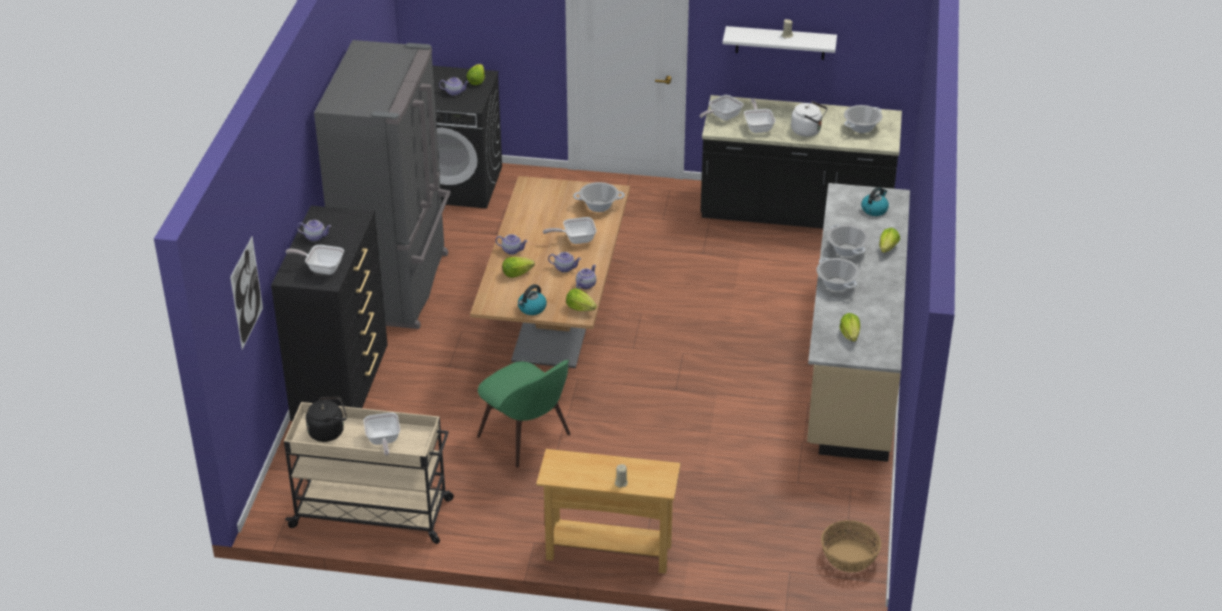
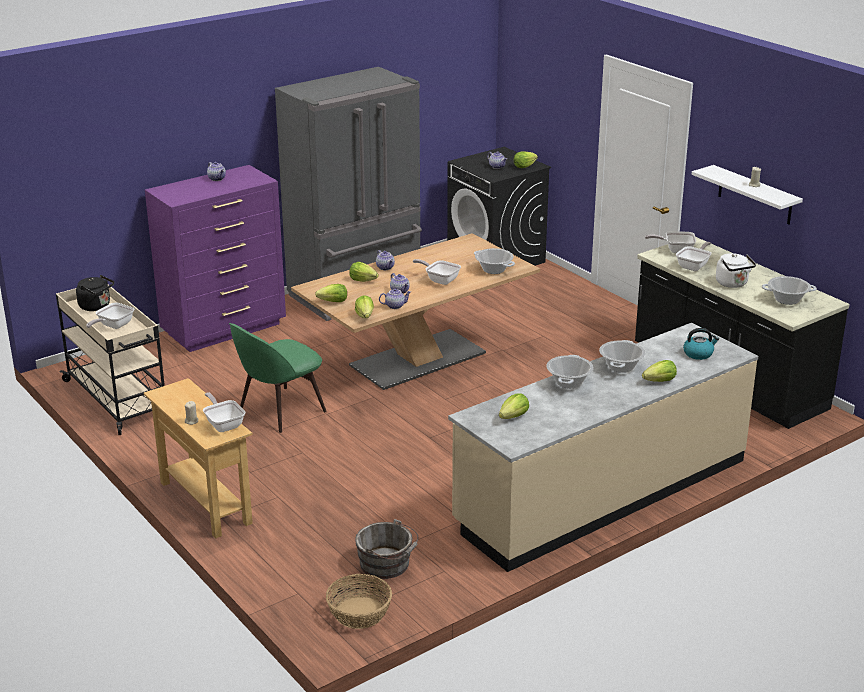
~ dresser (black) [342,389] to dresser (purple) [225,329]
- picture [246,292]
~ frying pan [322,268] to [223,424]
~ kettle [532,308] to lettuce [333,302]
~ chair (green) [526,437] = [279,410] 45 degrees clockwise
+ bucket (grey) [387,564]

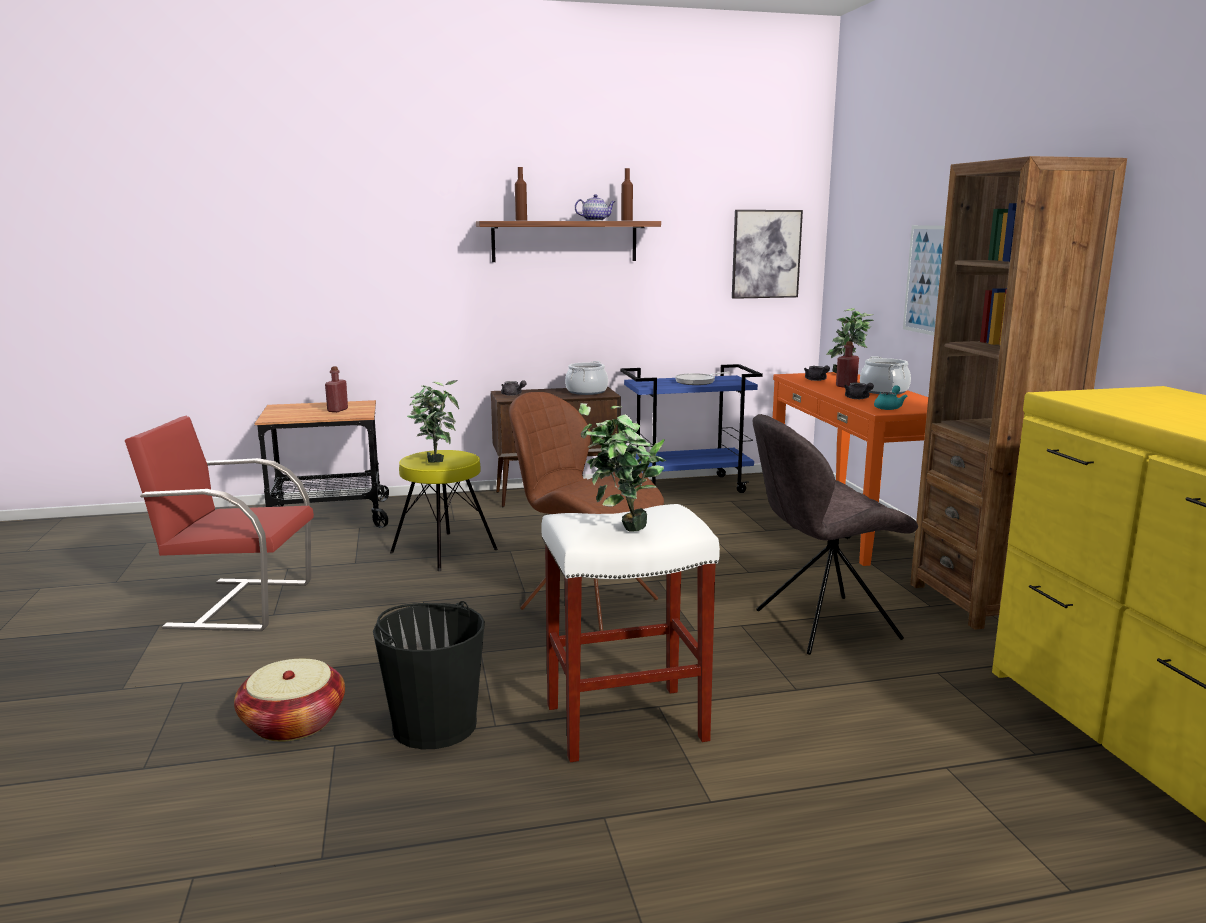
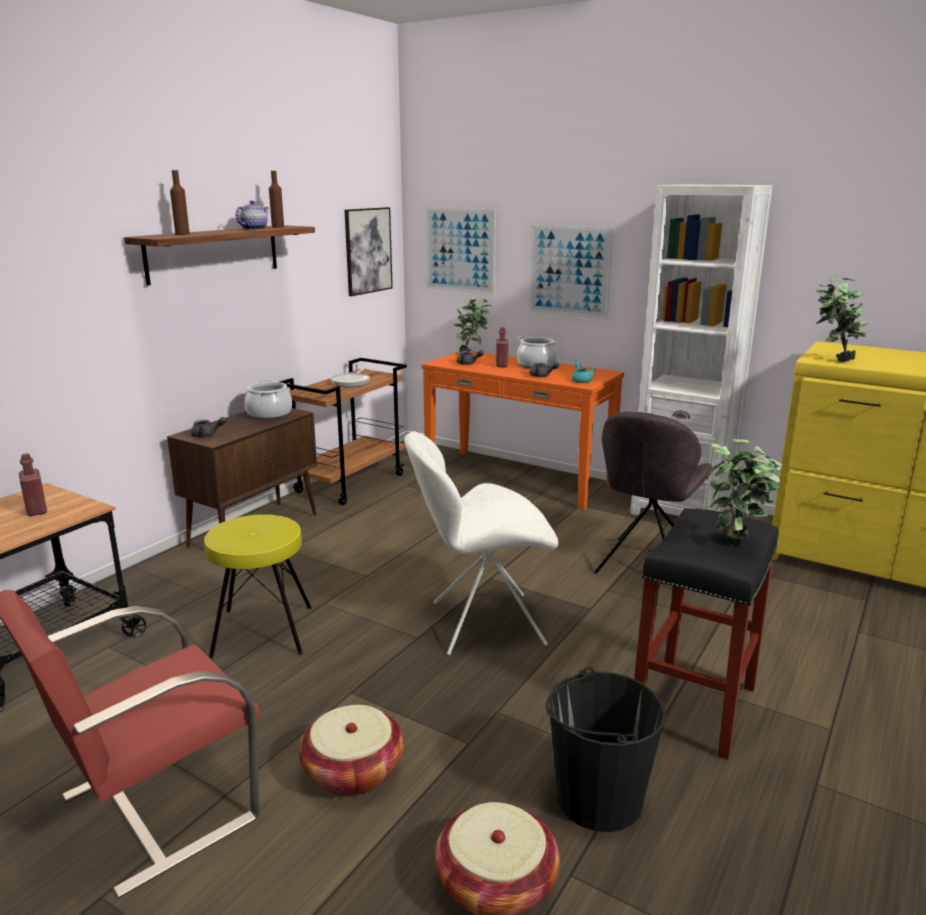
~ bookcase (brown) [982,601] to bookcase (white) [681,510]
~ cart (blue) [688,487] to cart (brown) [350,483]
~ potted plant [435,461] to [833,360]
~ chair (brown) [585,603] to chair (white) [482,623]
~ stool (white) [627,721] to stool (black) [693,705]
+ picture [460,250]
+ basket [353,771]

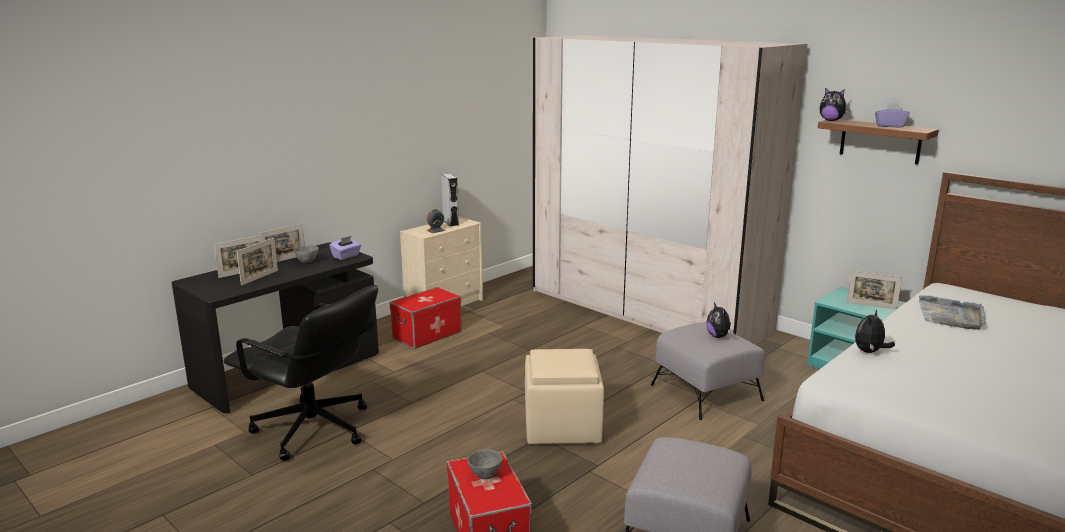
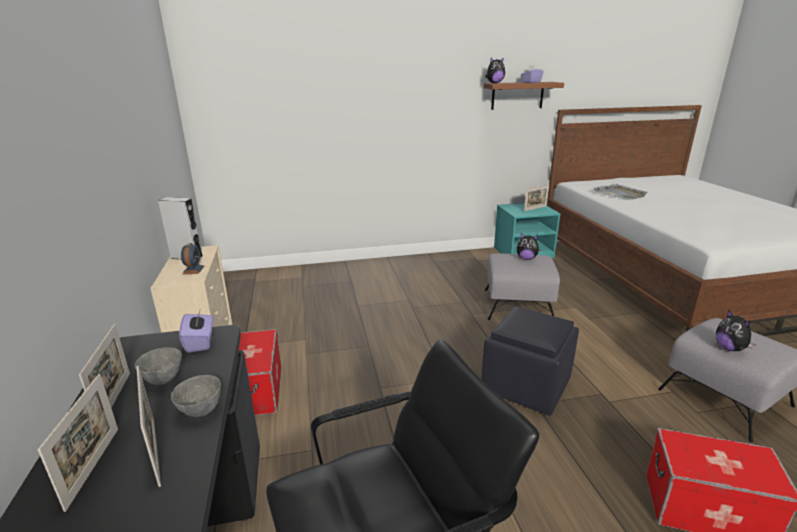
- wardrobe (beige) [647,310]
~ plush toy [869,352] to [730,348]
~ ottoman (beige) [563,426] to ottoman (black) [525,385]
~ bowl (grey) [485,476] to [202,411]

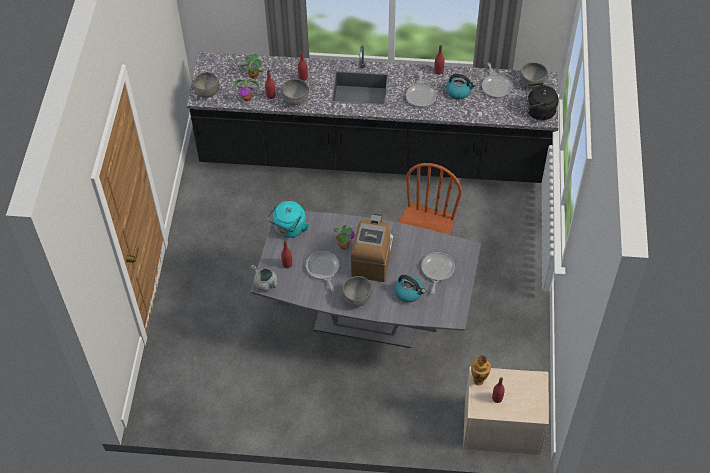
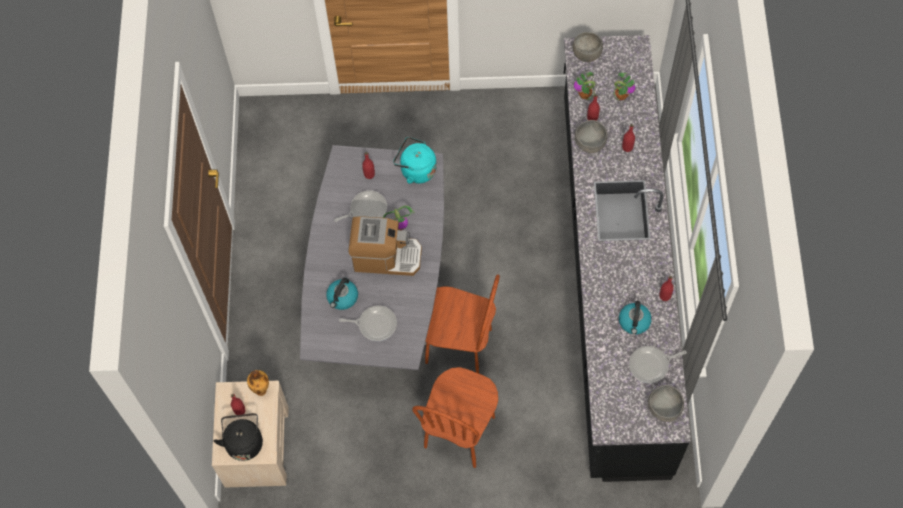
- frying pan [421,96]
~ kettle (black) [538,112] to [244,441]
- cooking pot (grey) [266,284]
- bowl (grey) [357,298]
+ chair (brown) [460,432]

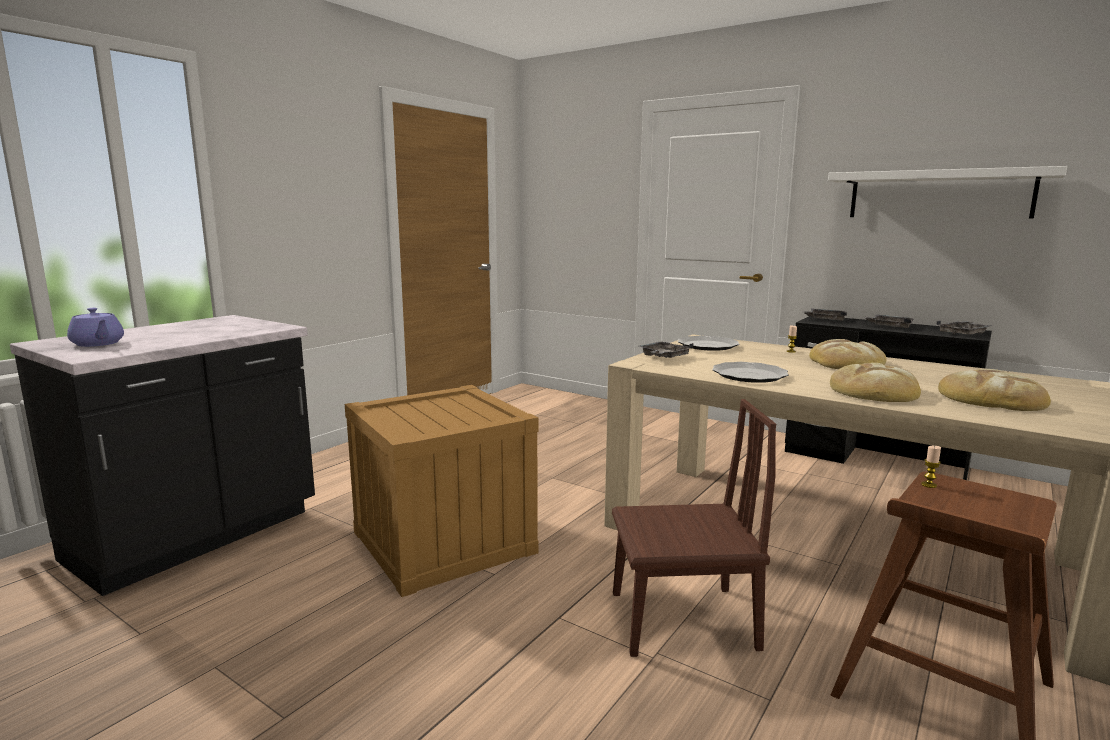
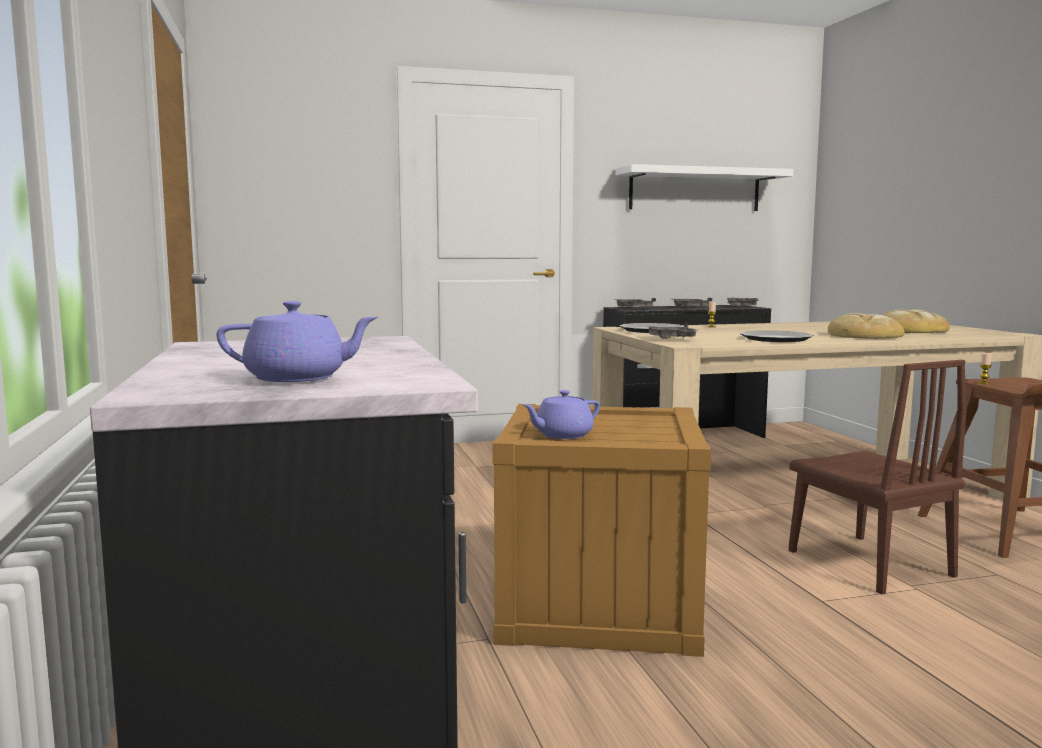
- bread [846,362]
~ chair (brown) [682,620] = [868,563] 120 degrees clockwise
+ teapot (purple) [562,435]

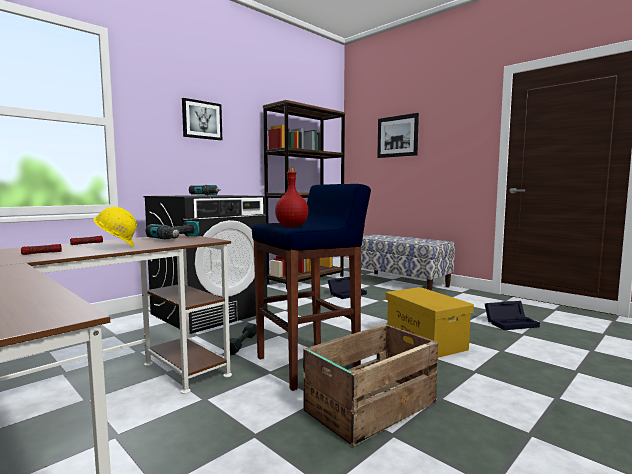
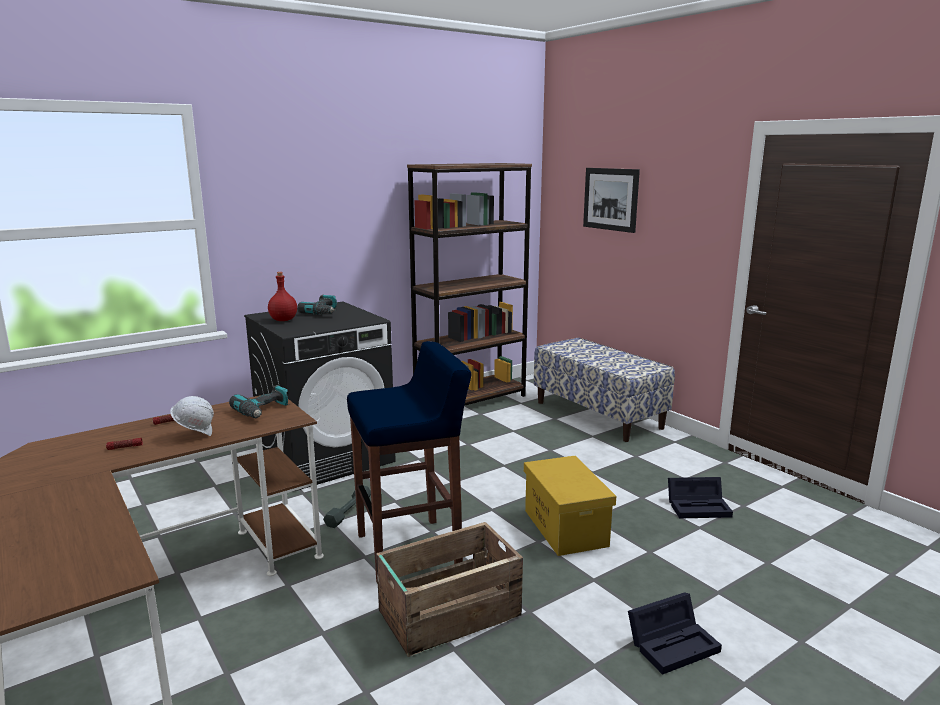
- picture [202,120]
~ bottle (red) [291,226] to [283,320]
~ hard hat (yellow) [117,247] to hard hat (white) [195,435]
~ storage box (black) [347,293] to [674,643]

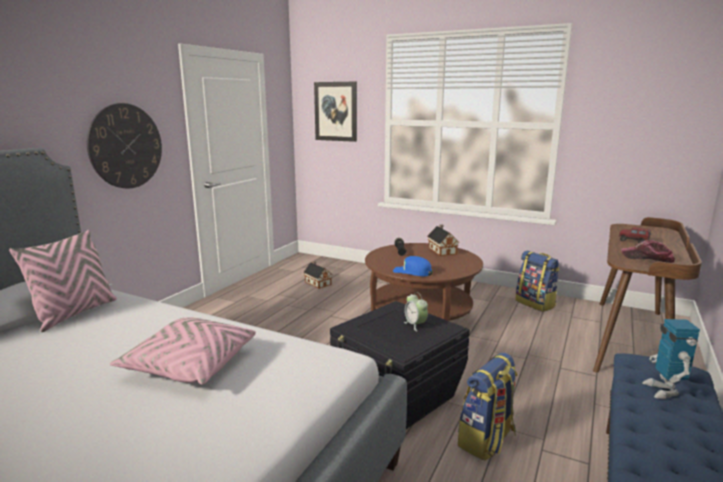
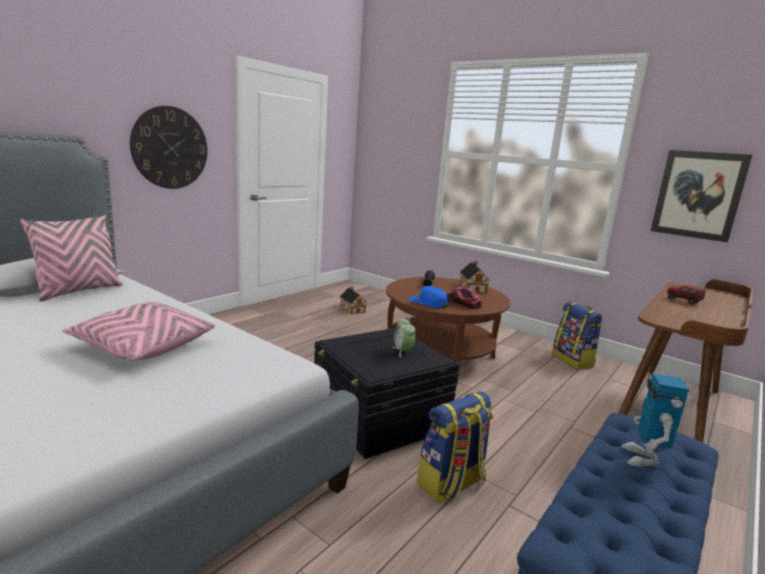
~ picture [336,111] to [698,195]
~ cap [647,258] to [461,303]

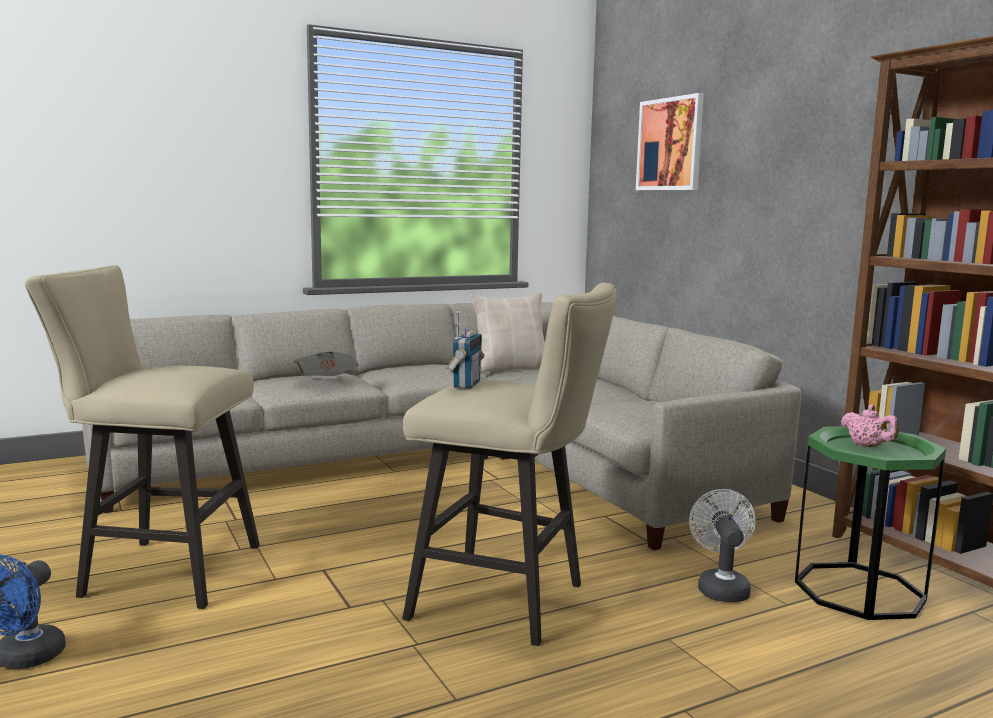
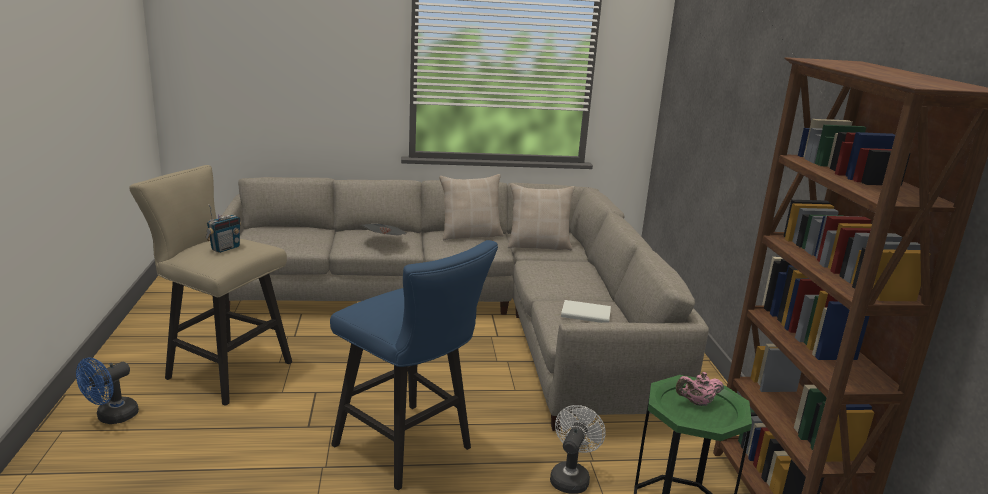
- picture [670,144]
~ stool (beige) [509,602] to stool (blue) [410,450]
~ radio [466,384] to [225,248]
~ teapot (pink) [867,446] = [697,403] 90 degrees clockwise
+ pillow (beige) [470,235]
+ book (white) [585,313]

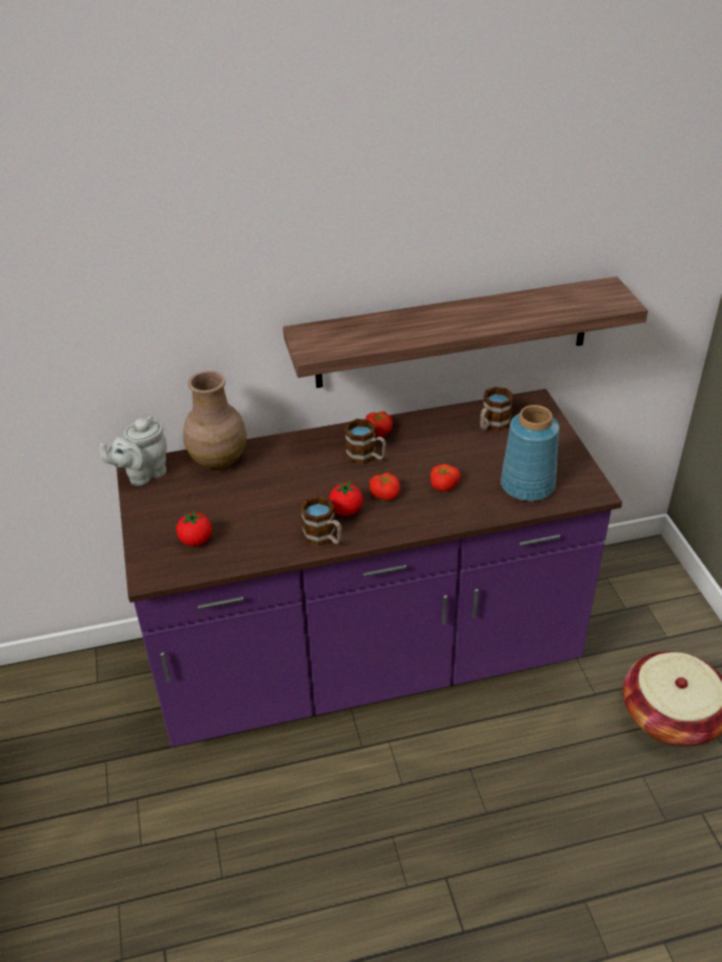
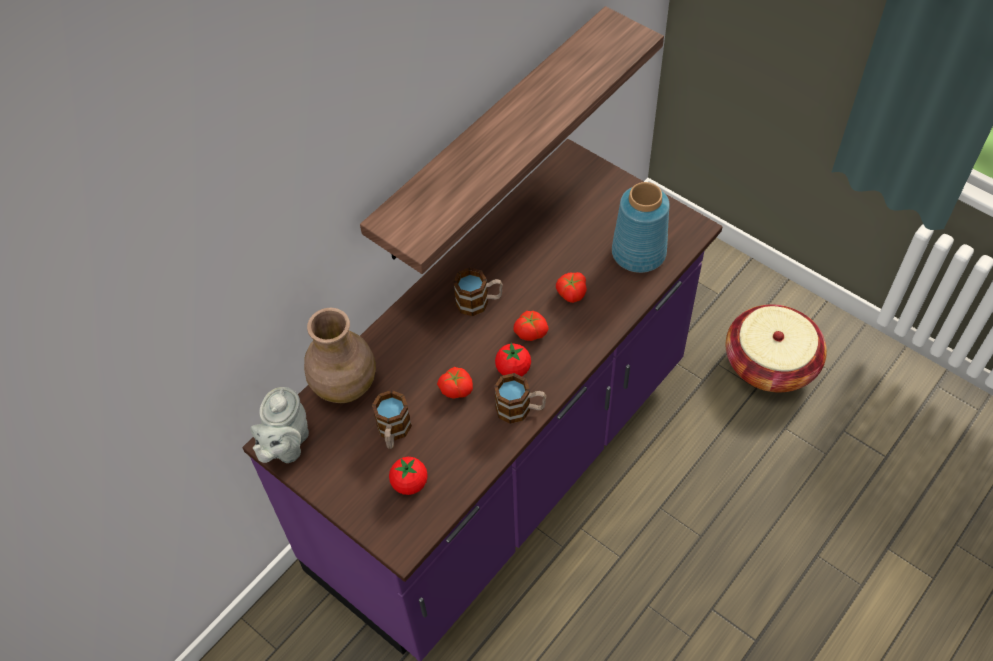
~ mug [492,425] to [393,432]
~ tomato [379,431] to [456,388]

